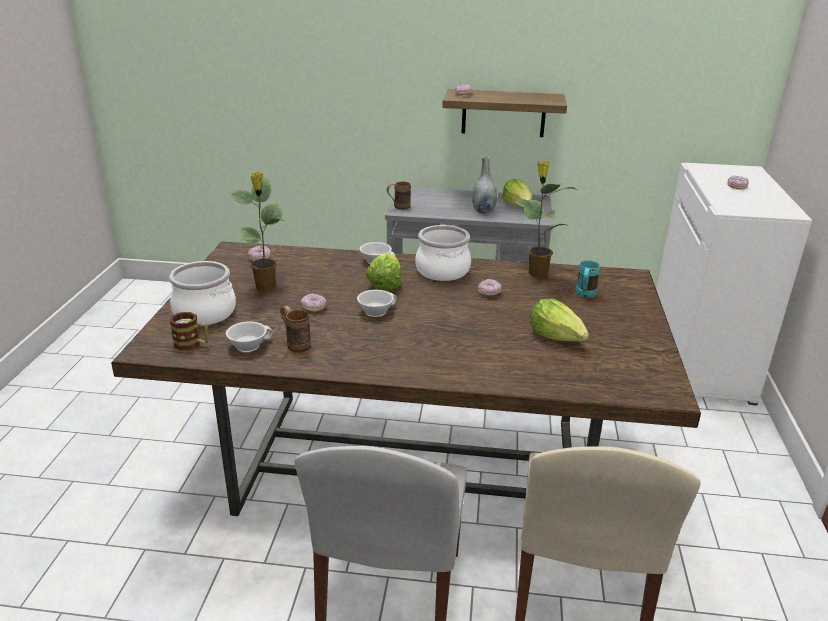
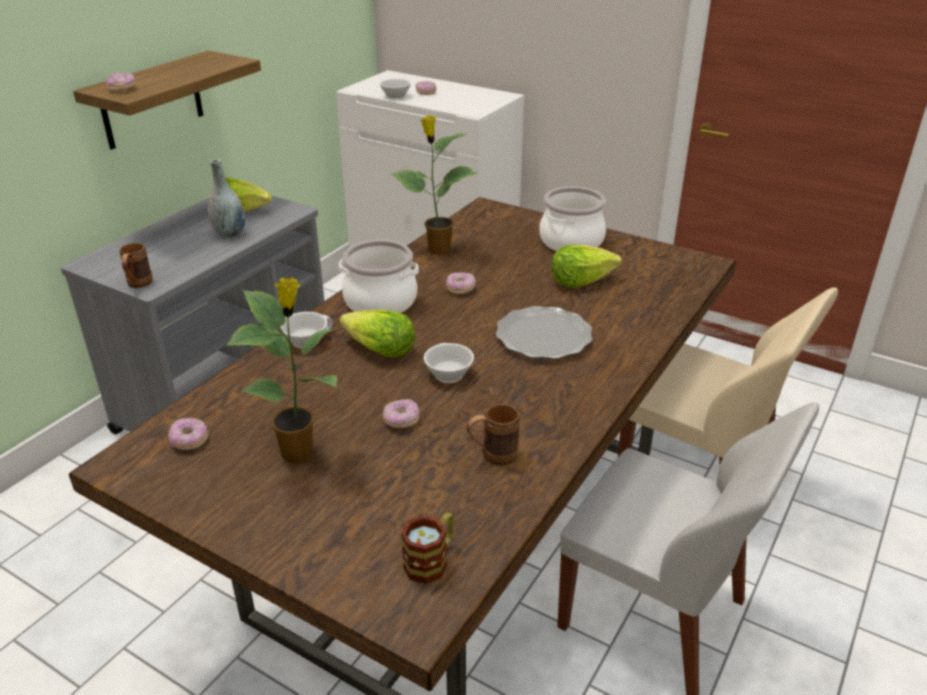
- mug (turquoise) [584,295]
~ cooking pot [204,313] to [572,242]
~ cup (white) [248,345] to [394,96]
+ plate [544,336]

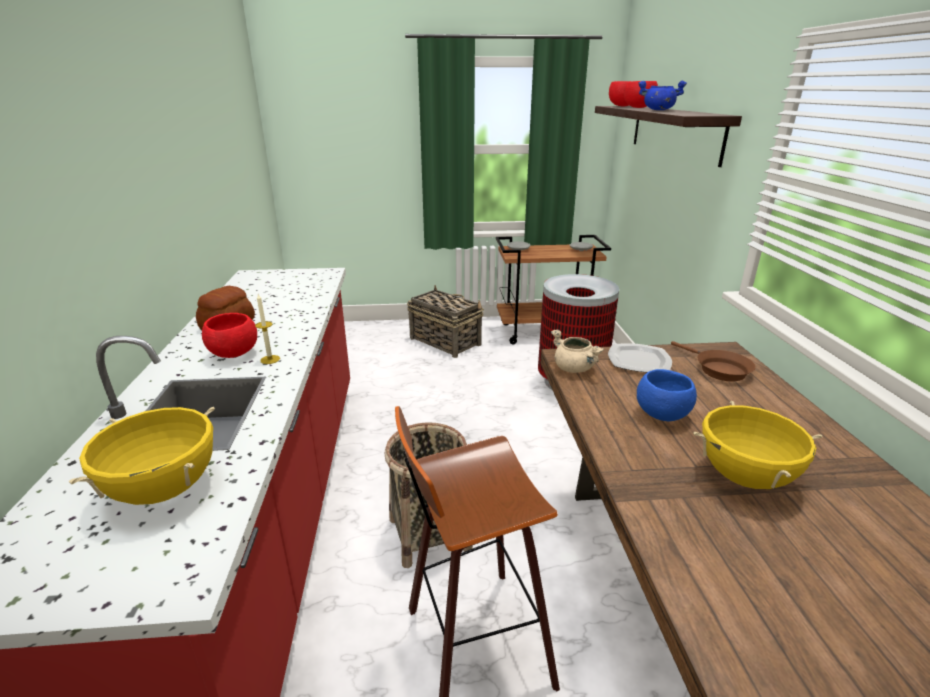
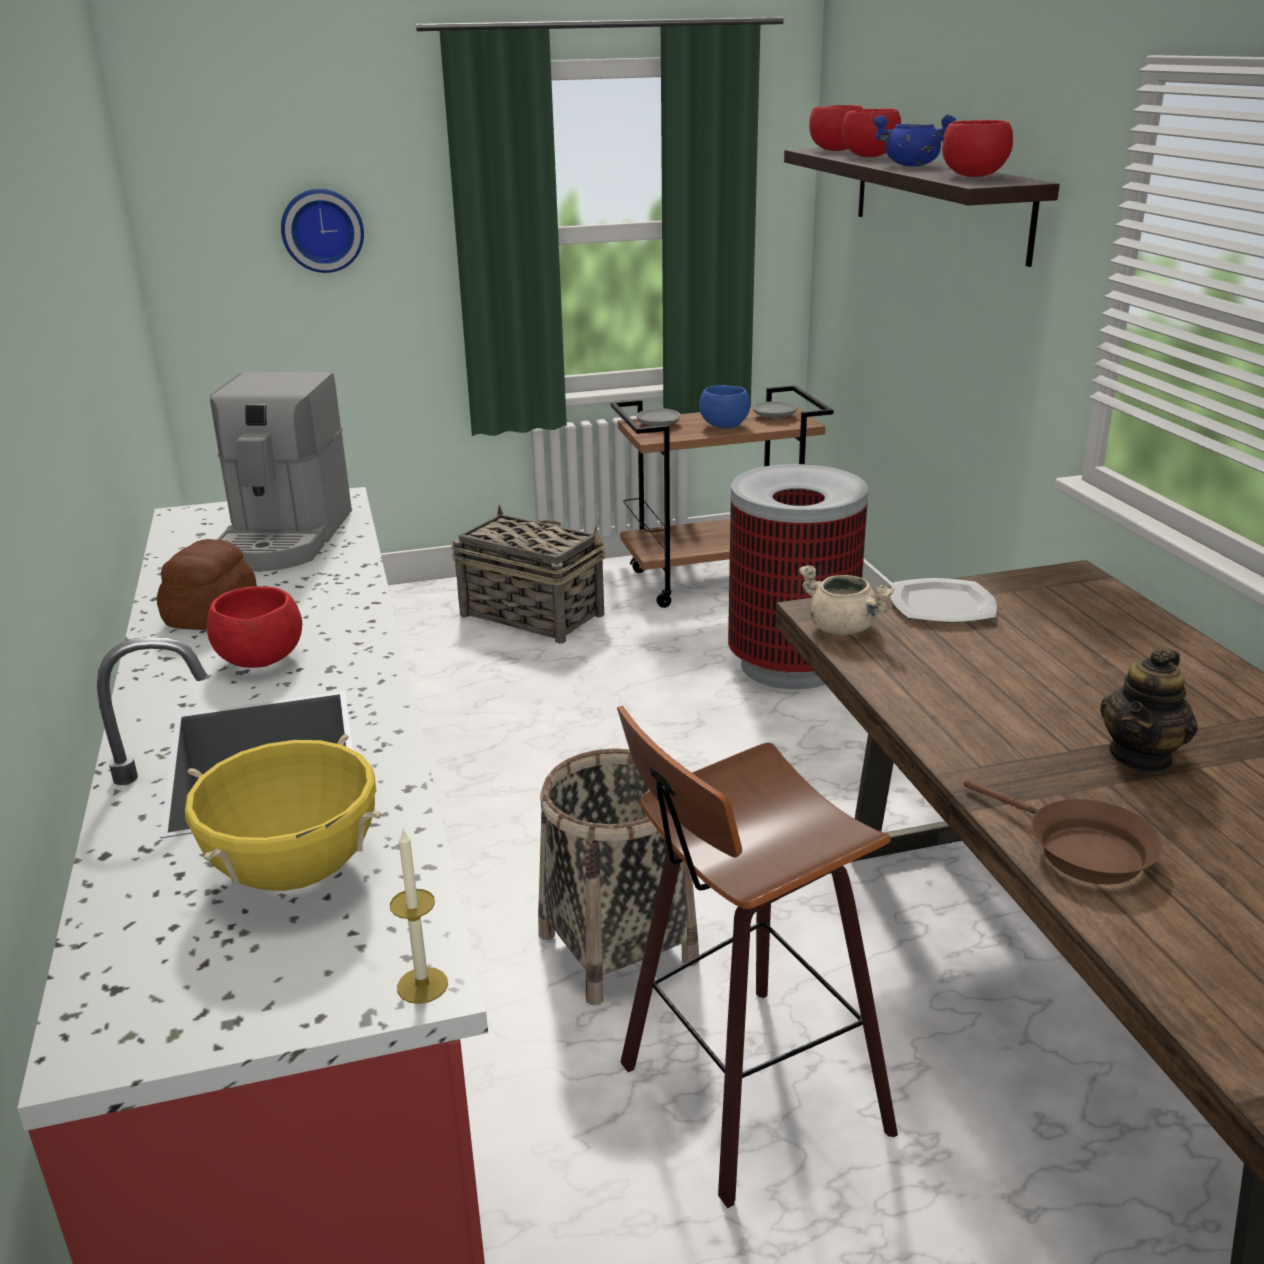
~ candle [270,359] to [422,985]
~ frying pan (brown) [718,369] to [1080,850]
~ bowl (blue) [662,415] to [724,426]
~ cooking pot (yellow) [745,477] to teapot [1141,756]
+ bowl (red) [973,176]
+ wall clock [322,230]
+ coffee machine [285,538]

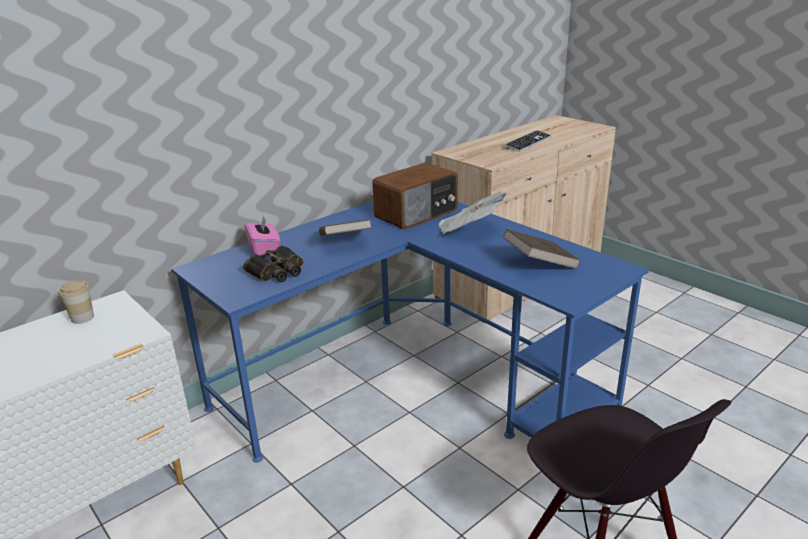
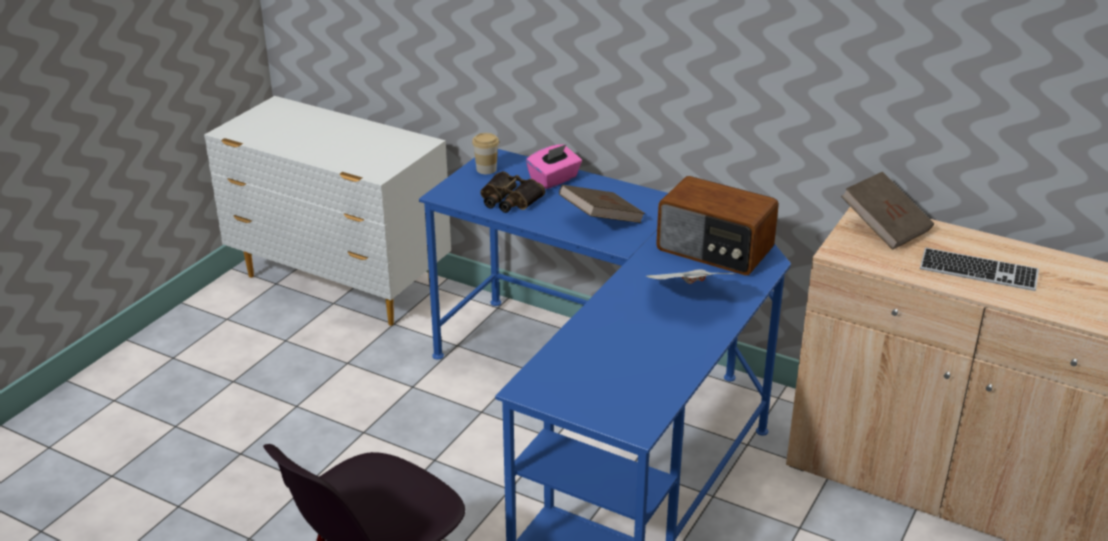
~ book (brown) [540,264] to [885,227]
~ cup [82,318] to [486,169]

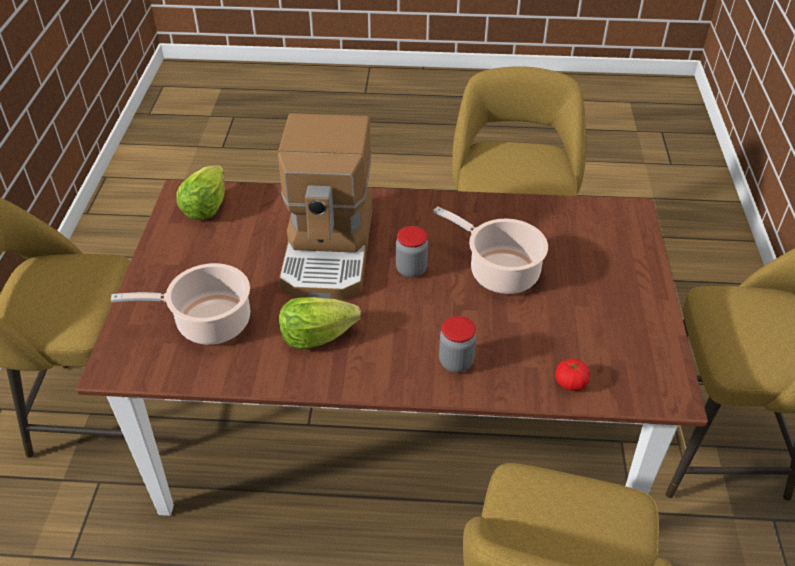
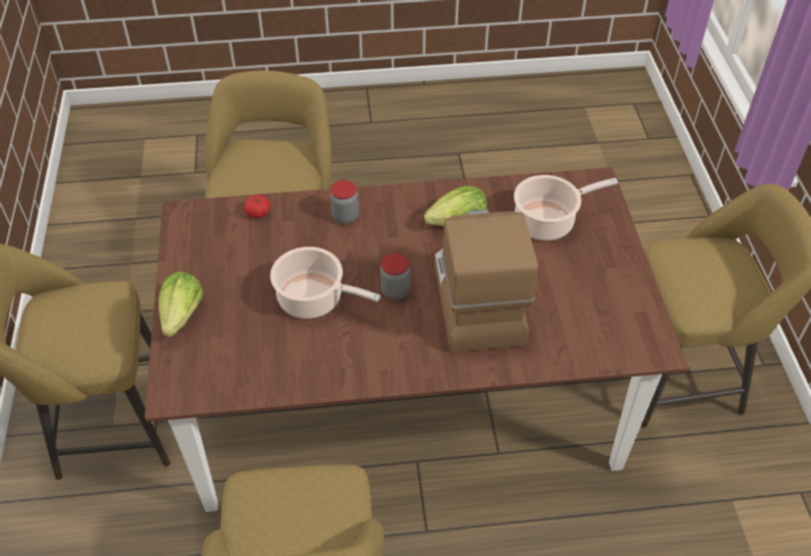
~ lettuce [205,207] to [182,315]

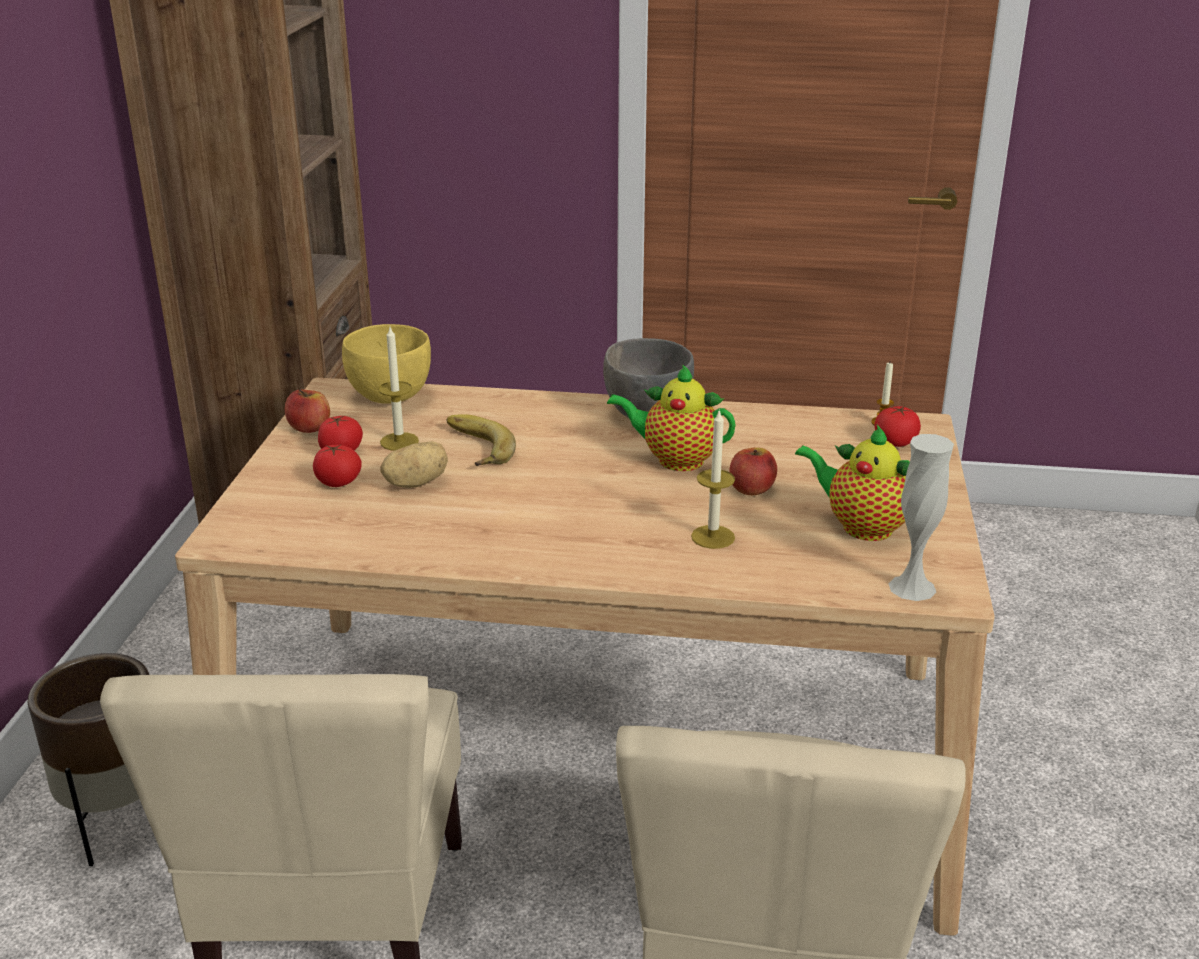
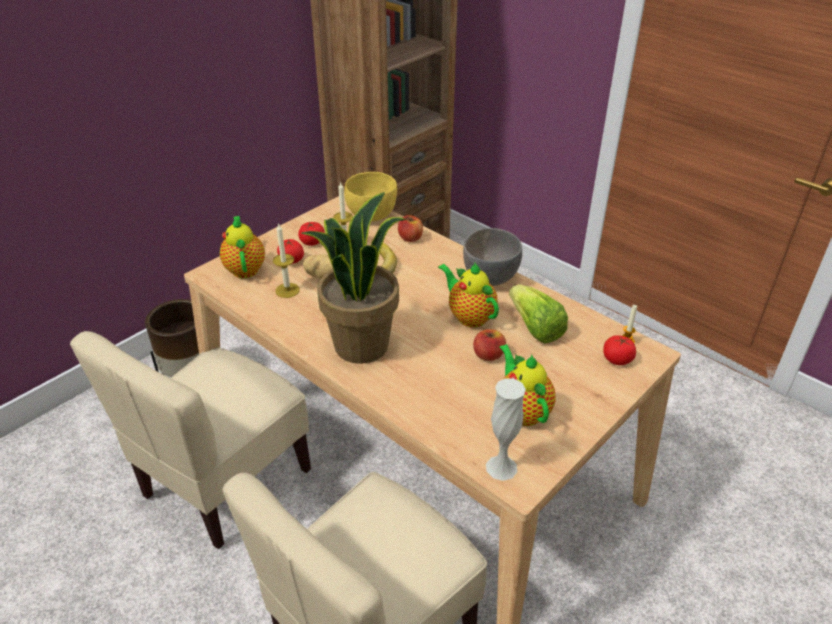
~ apple [309,428] to [410,238]
~ candle [713,537] to [287,290]
+ potted plant [361,345]
+ teapot [245,268]
+ lettuce [535,328]

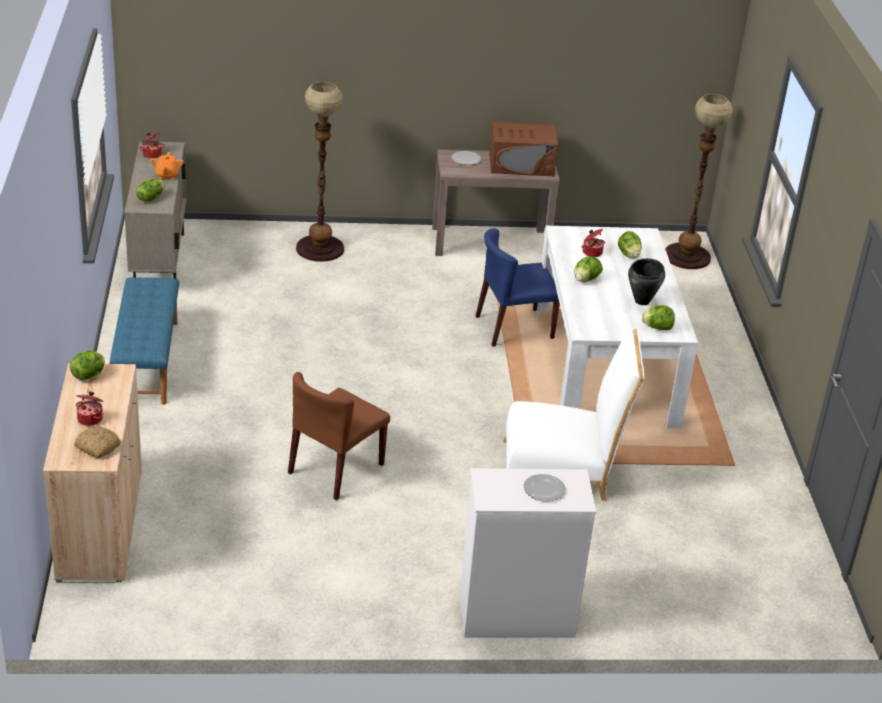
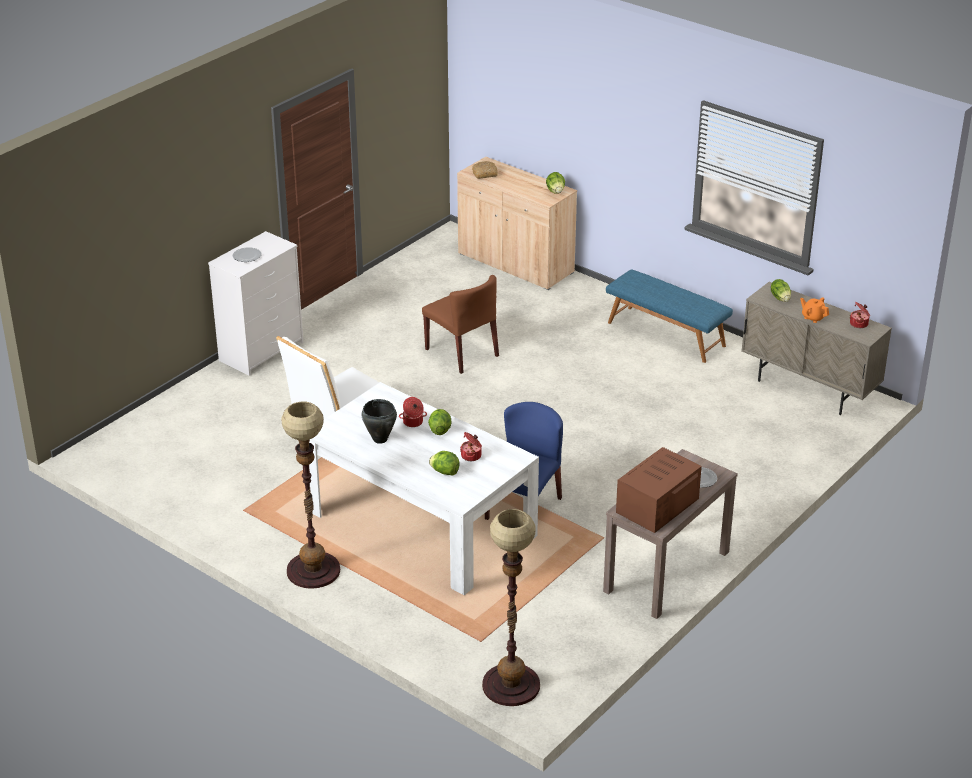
~ floor lamp [320,248] to [313,570]
- lettuce [657,328]
~ chair (brown) [336,469] = [462,353] 150 degrees clockwise
~ cooking pot [90,418] to [413,422]

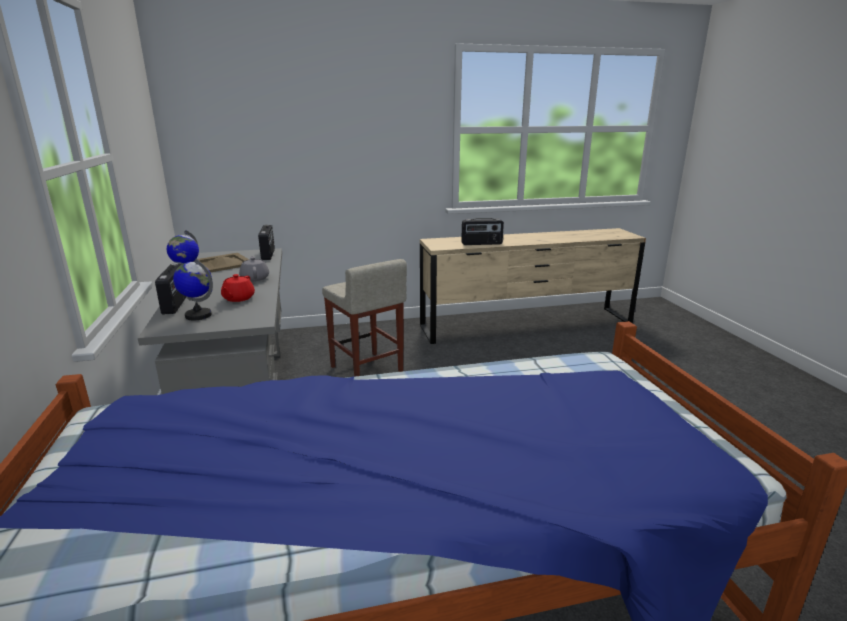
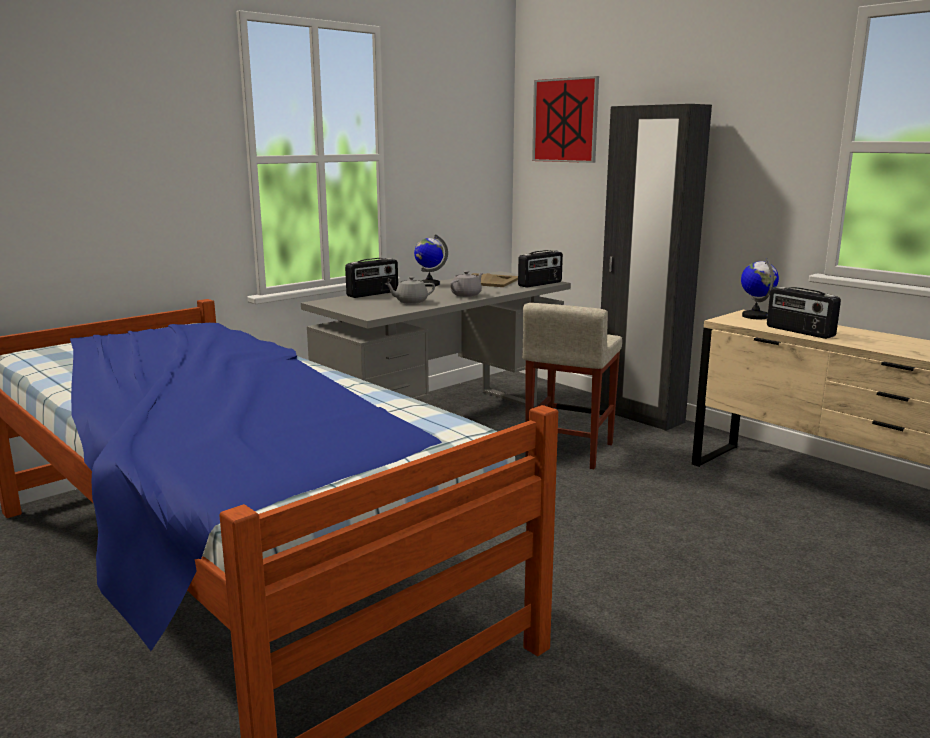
~ globe [198,315] to [755,316]
~ teapot (red) [238,298] to teapot (grey) [410,301]
+ picture [565,120]
+ wardrobe (black) [639,416]

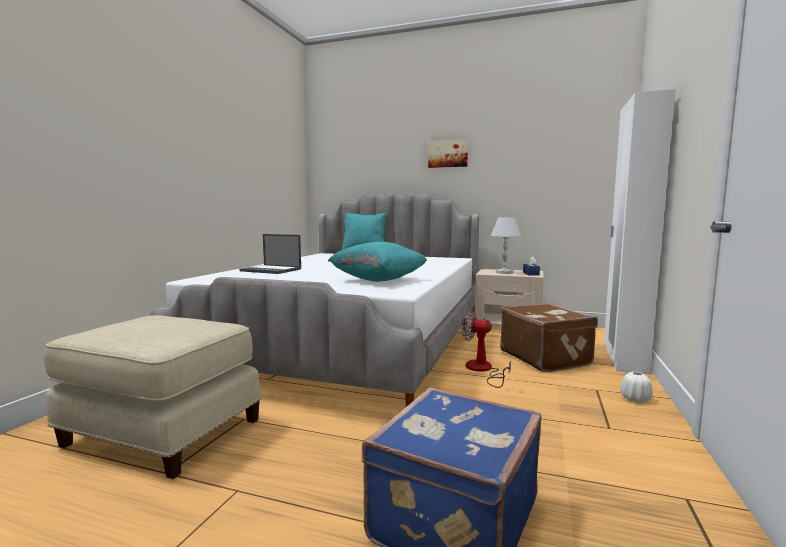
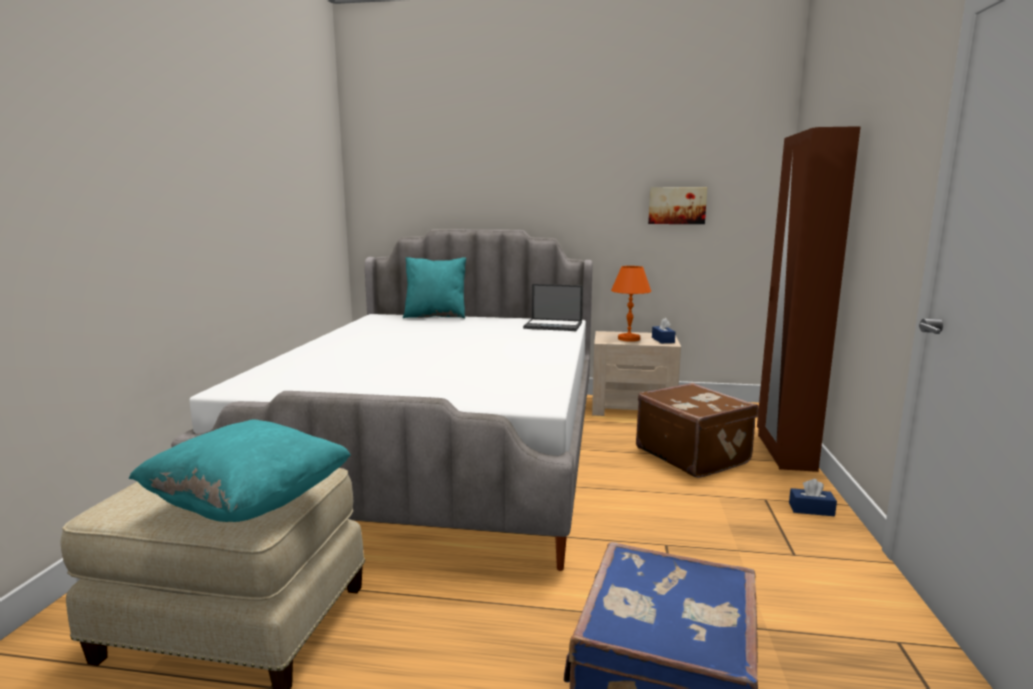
~ wardrobe (white) [624,360] to wardrobe (brown) [784,452]
~ picture [448,154] to [677,205]
~ table lamp (white) [504,272] to table lamp (orange) [628,339]
~ laptop [272,270] to [554,325]
~ pillow (turquoise) [378,280] to [249,503]
- fan [482,370]
~ vase (white) [635,399] to tissue box (blue) [811,509]

